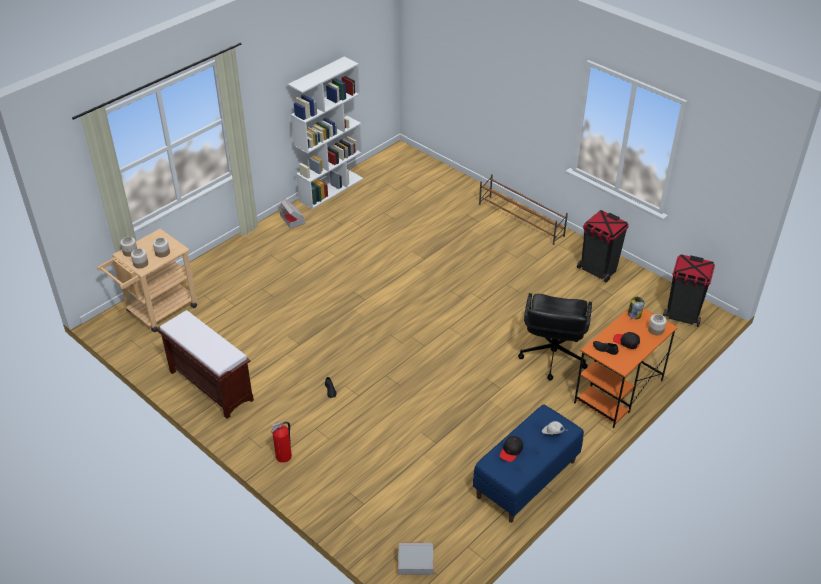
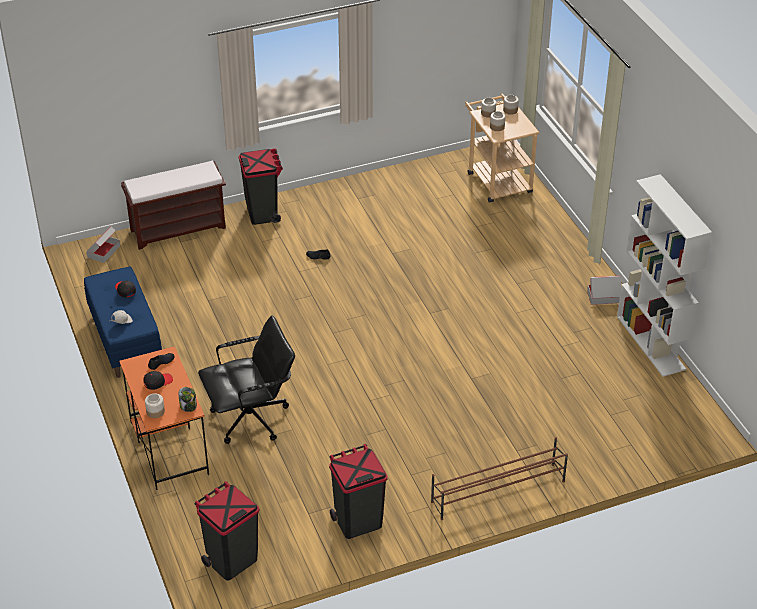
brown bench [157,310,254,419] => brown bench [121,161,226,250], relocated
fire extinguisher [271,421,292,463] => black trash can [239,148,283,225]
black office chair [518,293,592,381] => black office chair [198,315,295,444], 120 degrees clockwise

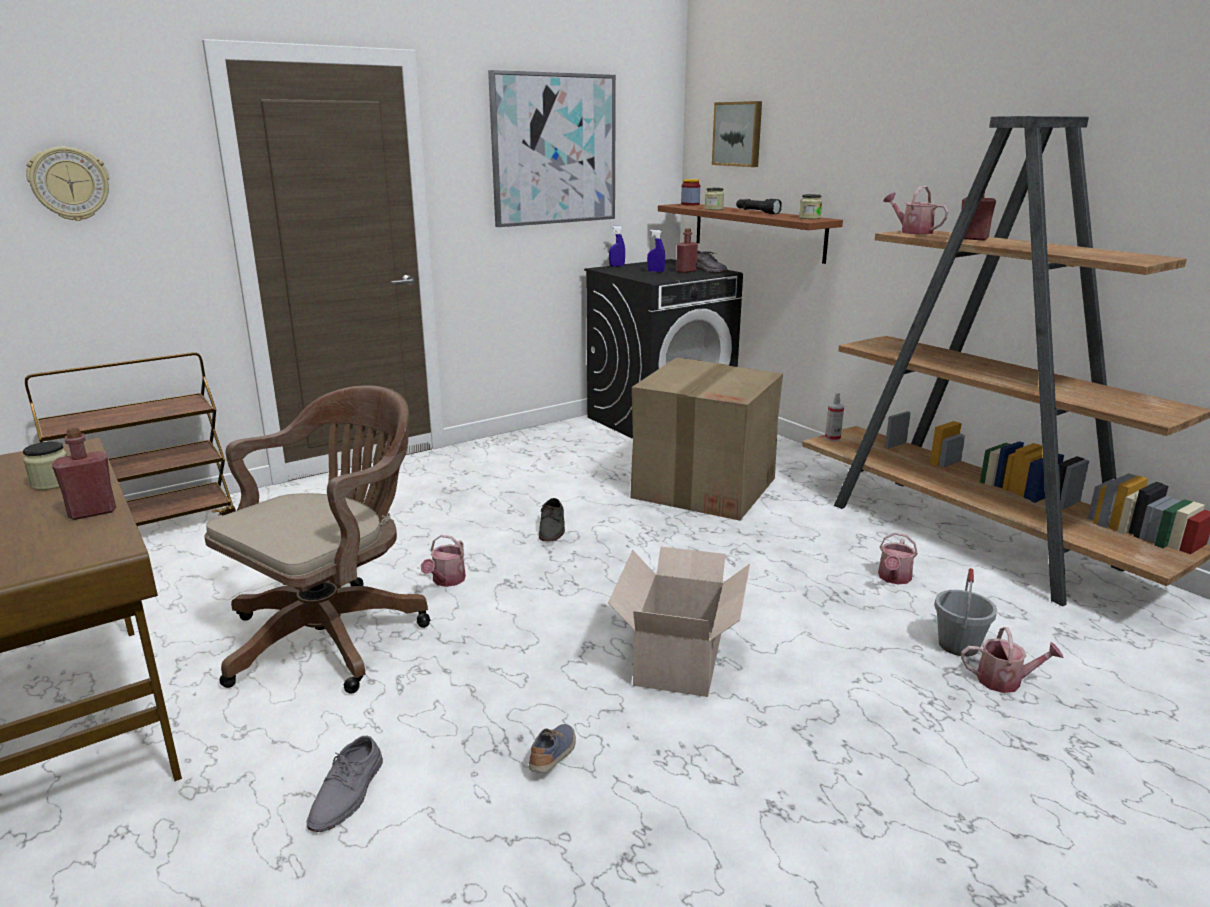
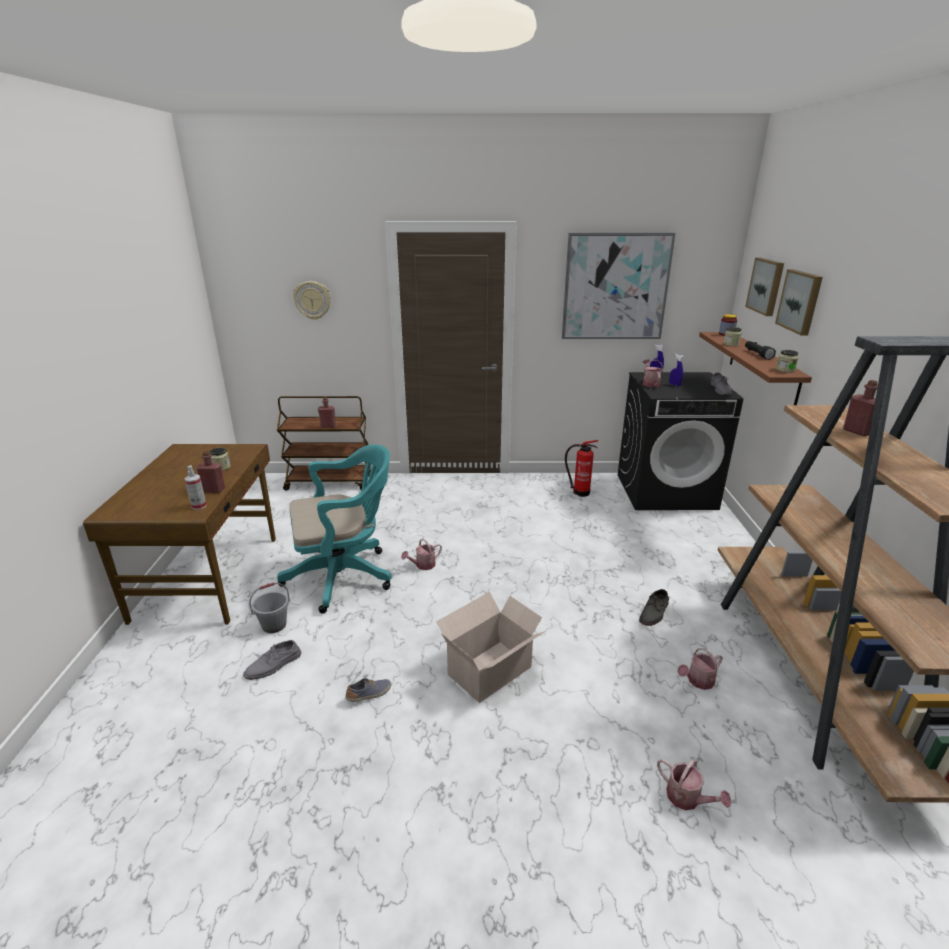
brown office chair [204,385,430,694] => turquoise office chair [277,444,392,613]
grey shoe [539,498,565,542] => grey shoe [639,589,669,626], relocated
cardboard box [630,357,783,521] => nothing
red bottle [676,228,698,273] => red bottle [318,397,336,428], relocated
spray bottle [825,392,844,441] => spray bottle [185,465,207,510], relocated
watering can [883,186,949,234] => watering can [643,359,663,387], relocated
grey bucket [934,568,997,657] => grey bucket [249,582,290,633], relocated
nothing => fire extinguisher [565,440,598,497]
nothing => picture [775,269,823,335]

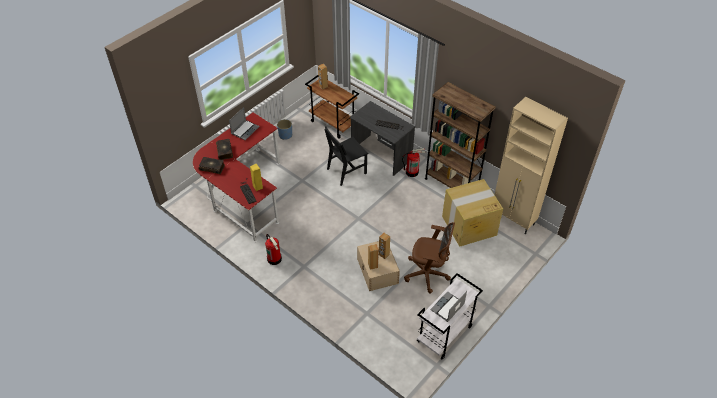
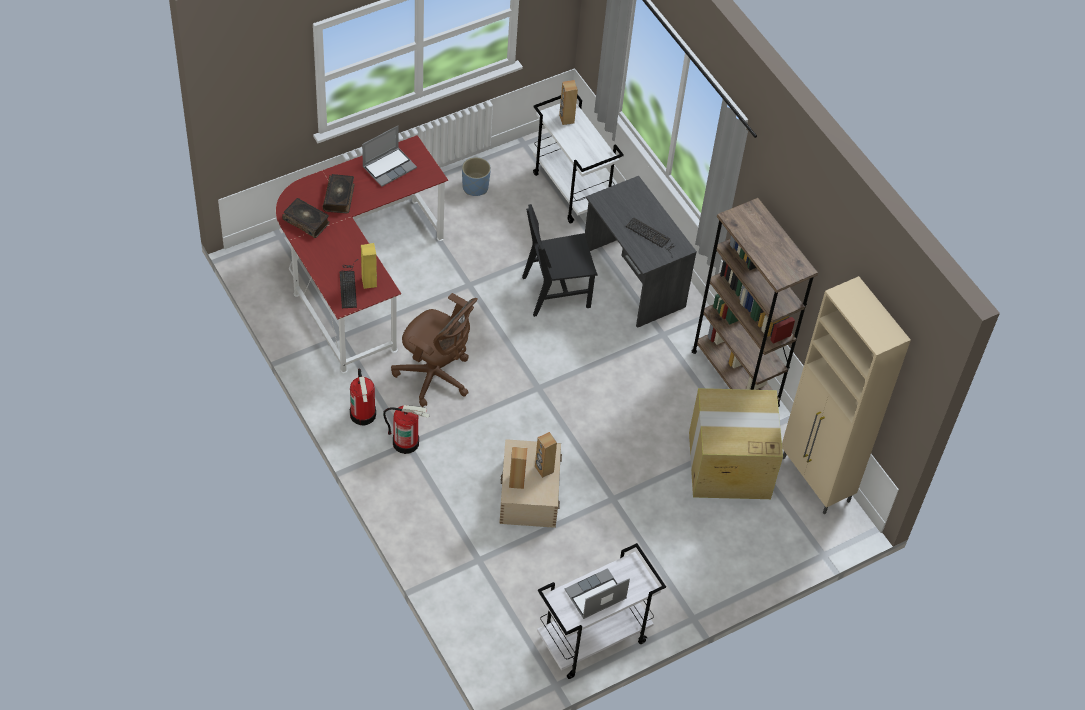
brown cart [305,75,359,139] => white cart [533,94,624,224]
fire extinguisher [402,148,426,177] => fire extinguisher [383,405,430,454], relocated
brown office chair [404,222,455,294] => brown office chair [391,293,478,407], relocated

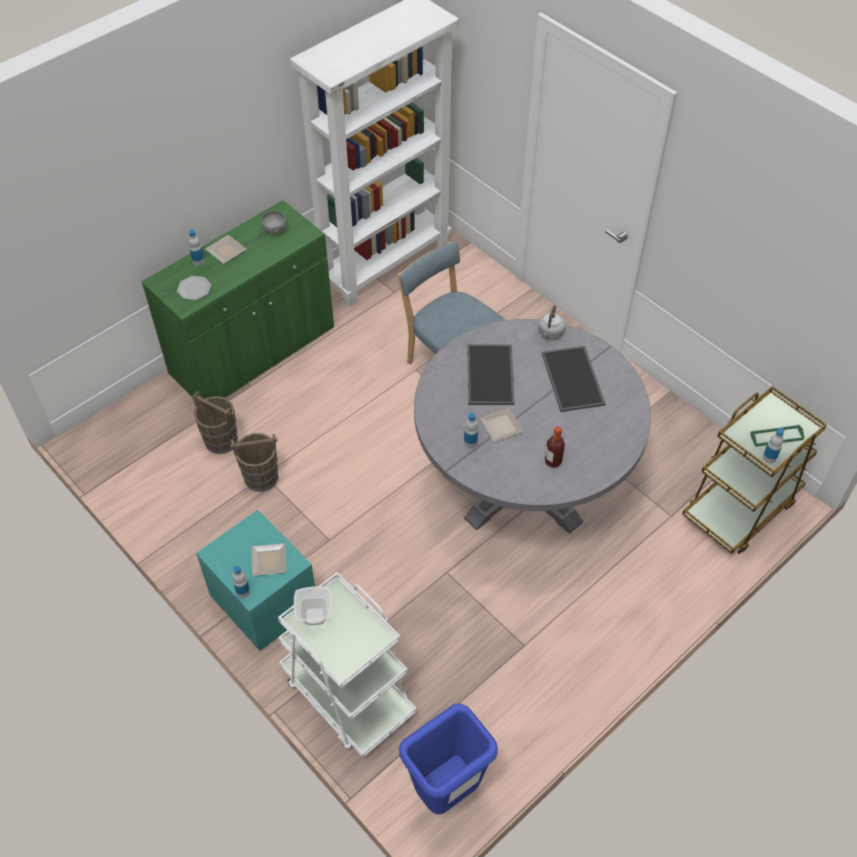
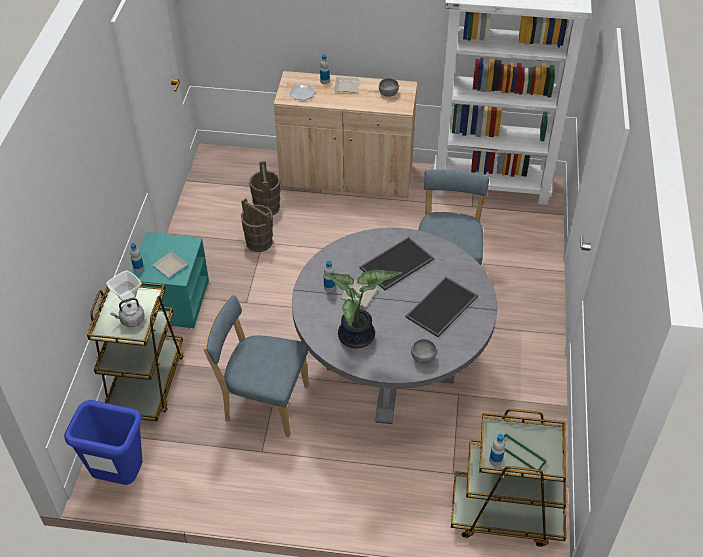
green cabinet [141,200,334,399] => beige cabinet [274,71,417,198]
white cart [278,572,417,758] => brown cart [87,279,184,421]
grey kettle [538,305,566,340] => grey kettle [110,298,145,327], relocated
bottle [545,426,565,468] => potted plant [327,270,402,348]
nothing => blue chair [203,295,309,437]
nothing => grey bowl [411,339,437,364]

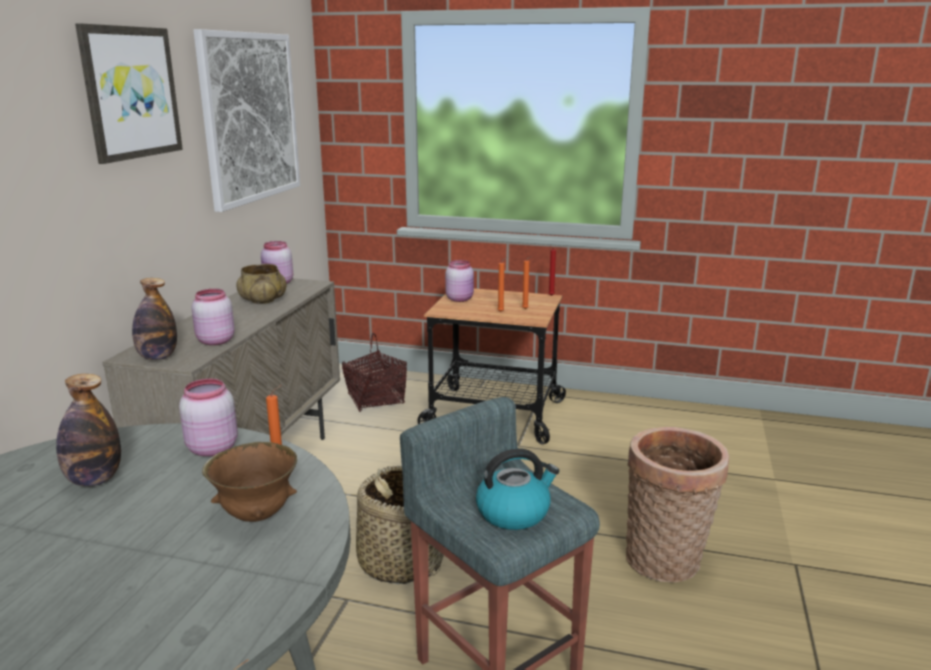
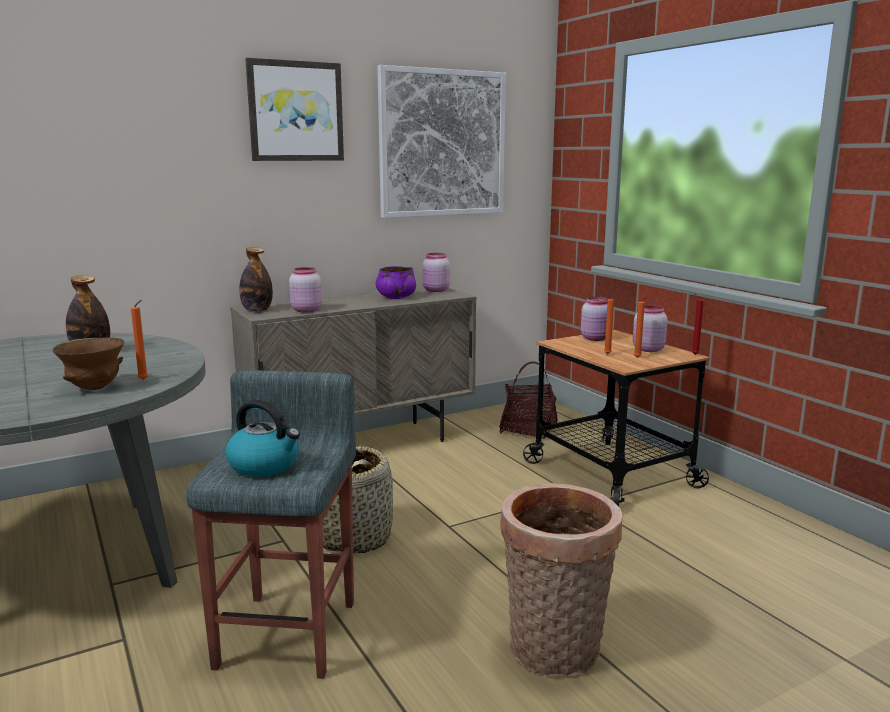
pink jar [179,379,238,456] => pink jar [633,305,668,352], relocated
beige bowl [236,264,287,304] => purple bowl [376,266,416,299]

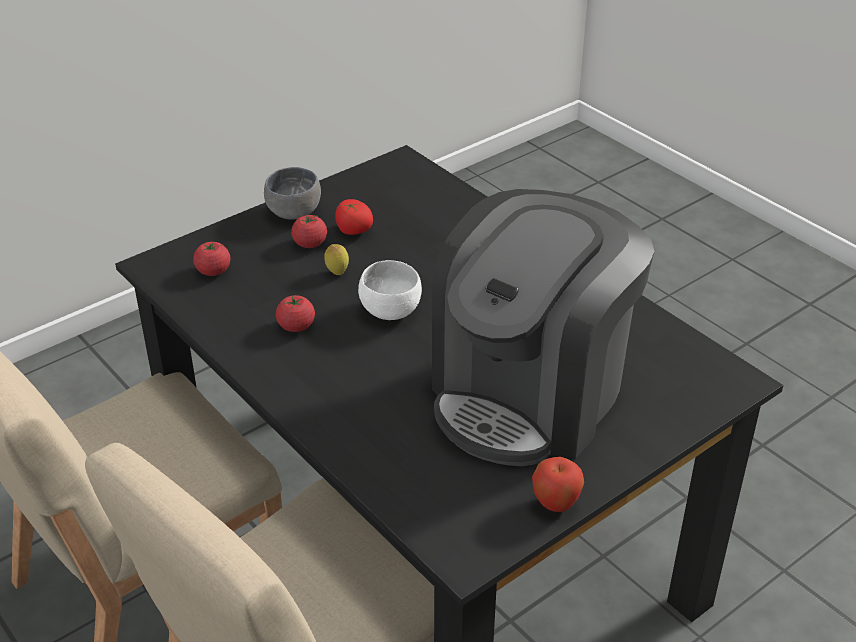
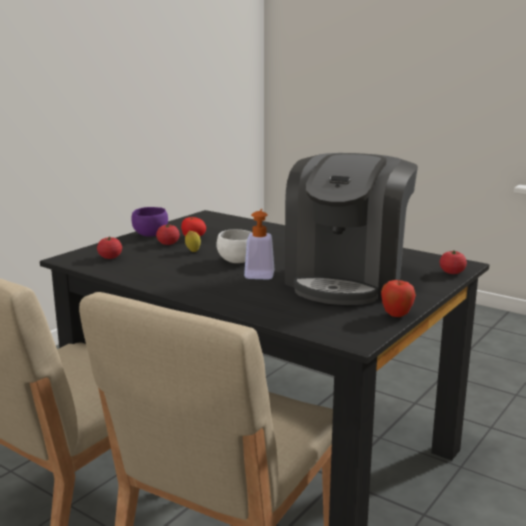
grey bowl [264,167,321,220] => purple bowl [131,207,168,237]
tomato [276,295,315,332] => tomato [440,250,467,274], relocated
nothing => soap dispenser [244,209,275,280]

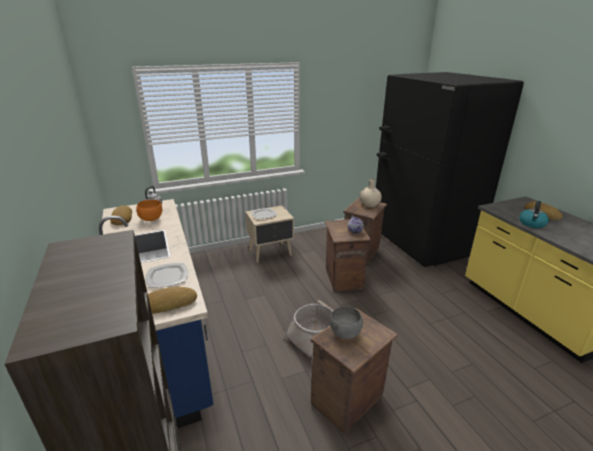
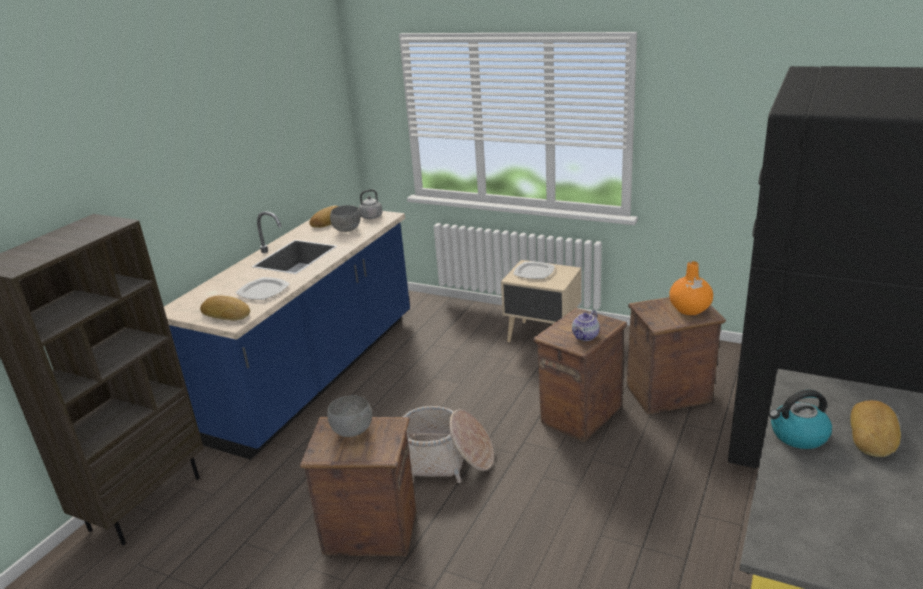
orange bowl [136,200,162,221] => grey bowl [330,205,361,232]
beige vase [359,179,382,207] => orange vase [669,261,713,315]

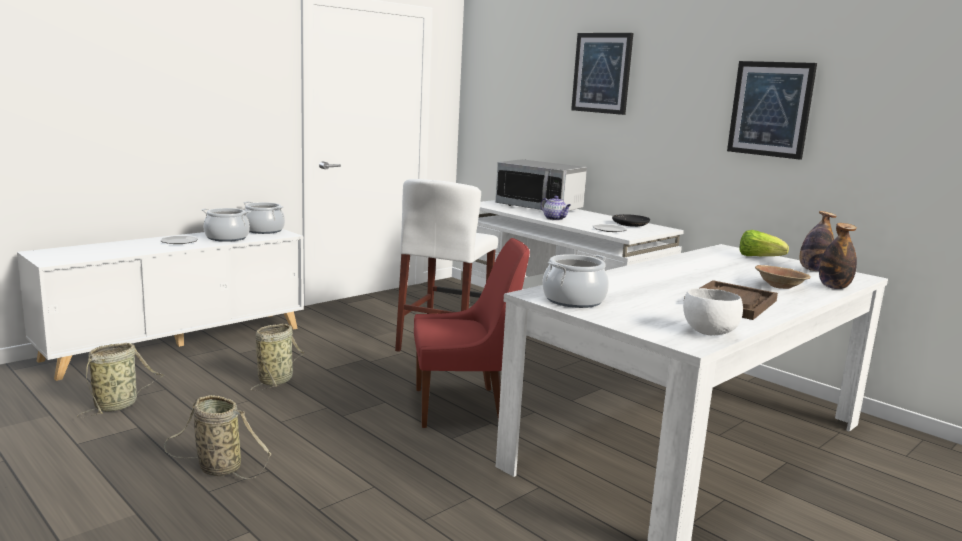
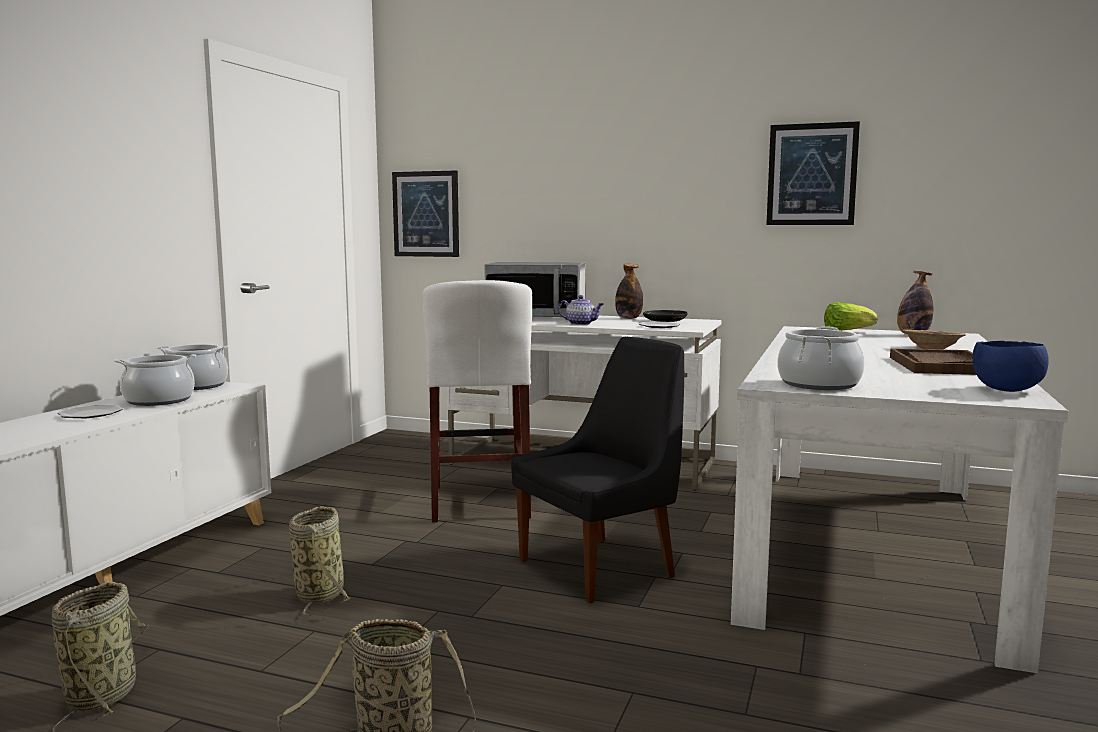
red chair [414,238,530,428] => black chair [511,337,684,603]
picture [571,33,633,115] => picture [392,171,459,257], relocated
white bowl [683,288,743,335] => blue bowl [973,341,1049,392]
bottle [819,223,857,289] => bottle [615,264,643,319], relocated

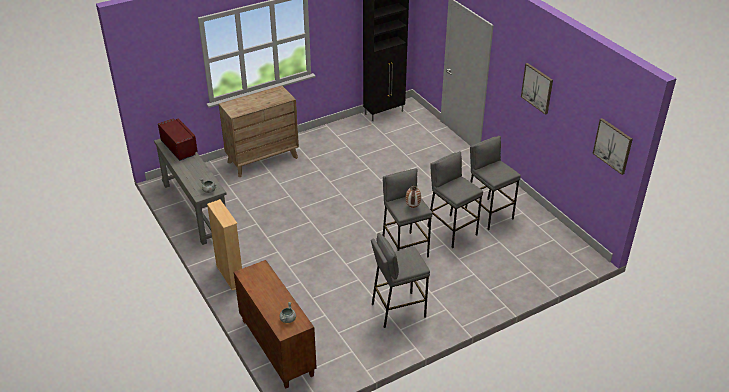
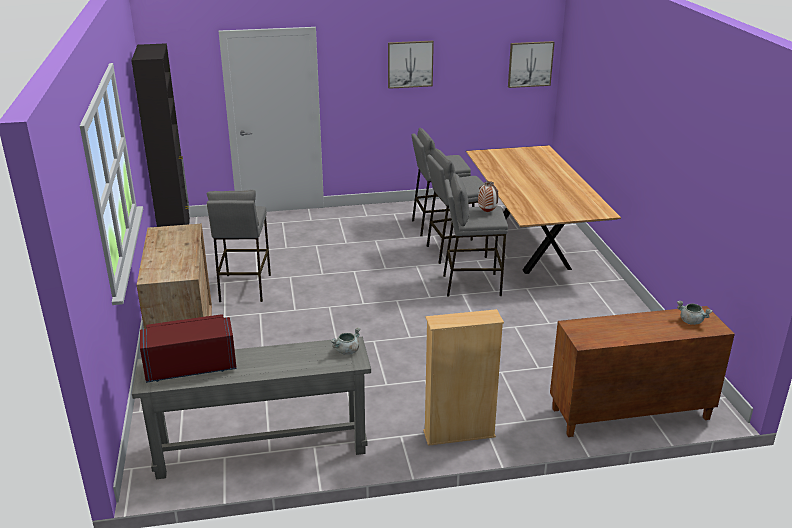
grey stool [371,233,430,328] => grey stool [207,190,271,302], relocated
nothing => brown dining table [466,145,621,274]

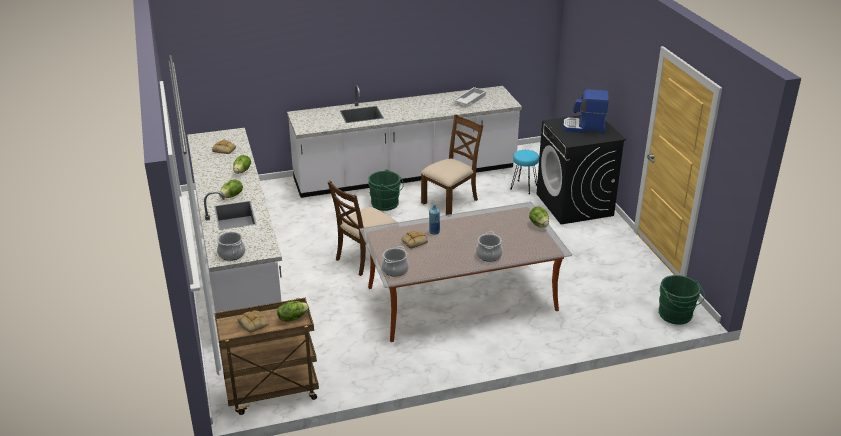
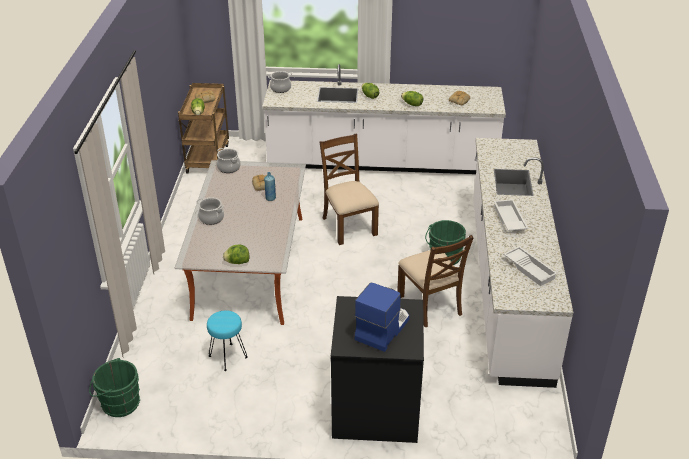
turquoise stool [511,150,539,194] => turquoise stool [207,311,248,371], relocated
nothing => white tray [494,199,528,231]

